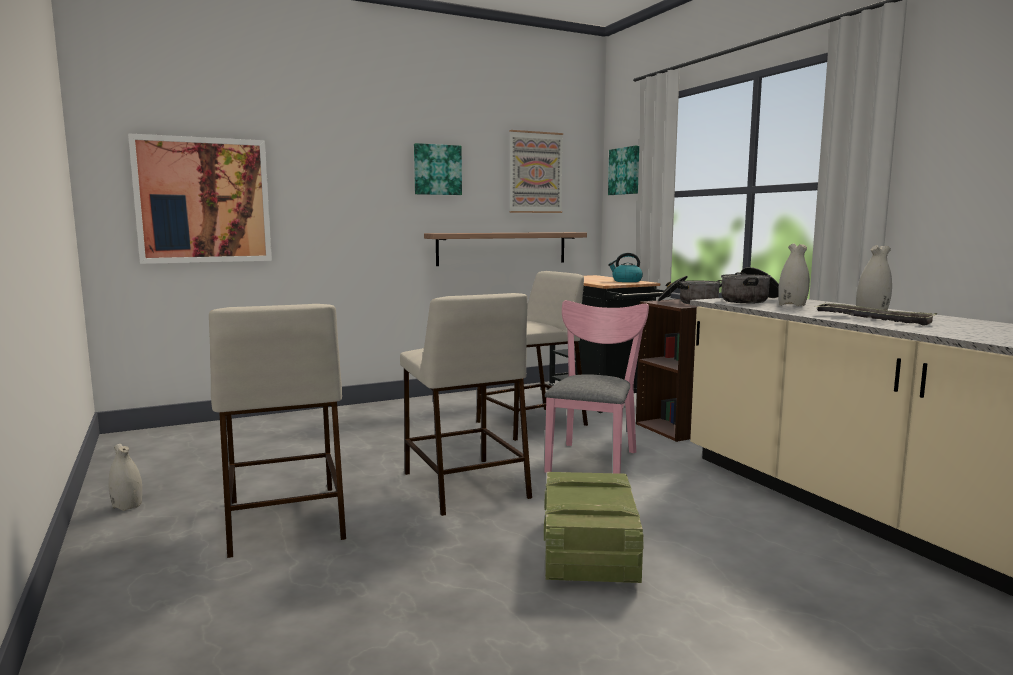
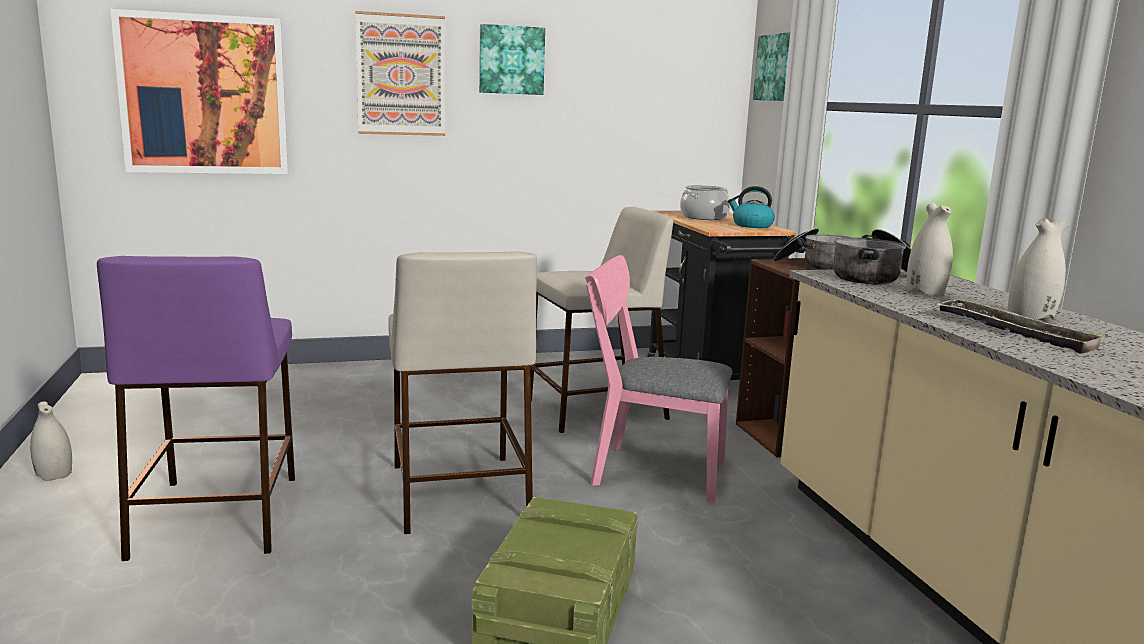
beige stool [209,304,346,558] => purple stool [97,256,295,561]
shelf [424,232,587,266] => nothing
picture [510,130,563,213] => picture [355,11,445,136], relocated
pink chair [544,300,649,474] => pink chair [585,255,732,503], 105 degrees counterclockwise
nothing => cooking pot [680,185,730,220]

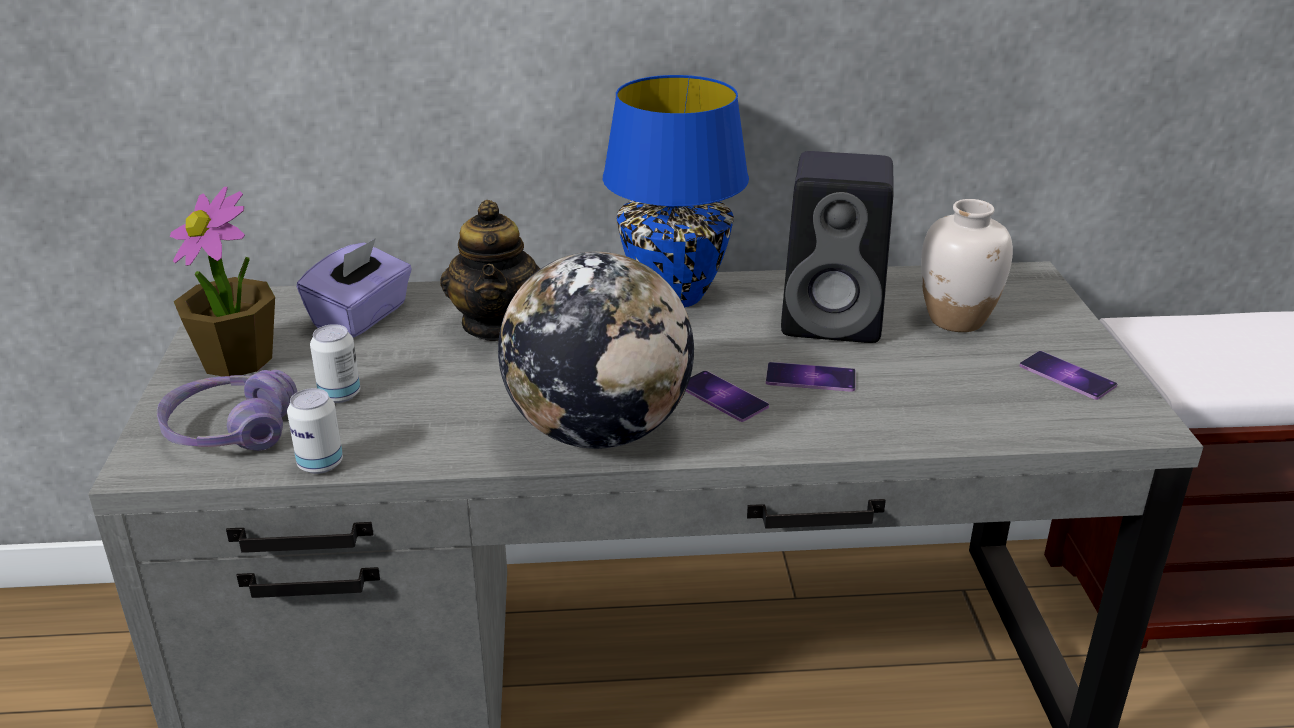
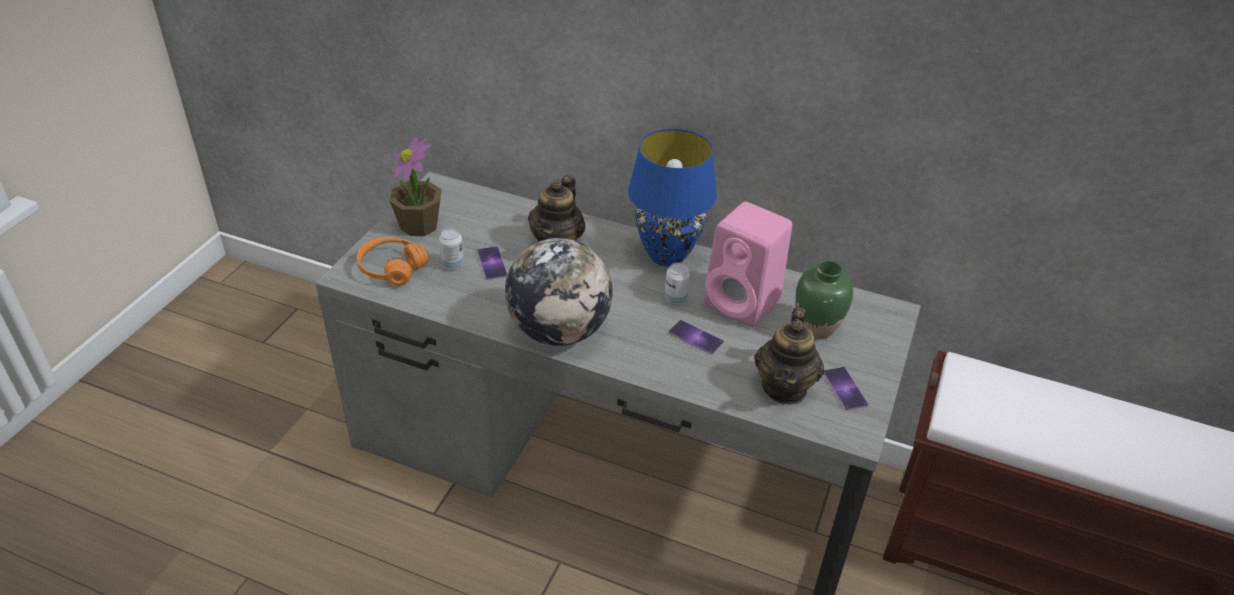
purple headphones [157,370,297,451] => orange headphones [357,237,428,286]
can [287,388,343,474] => can [665,263,690,305], relocated
purple tissue box [297,238,412,338] => nothing
phone [685,371,769,422] => phone [477,246,508,280], relocated
black speaker [781,151,894,343] => pink speaker [704,202,792,327]
white vase [921,199,1013,332] => green vase [795,260,853,339]
nothing => teapot [754,307,825,405]

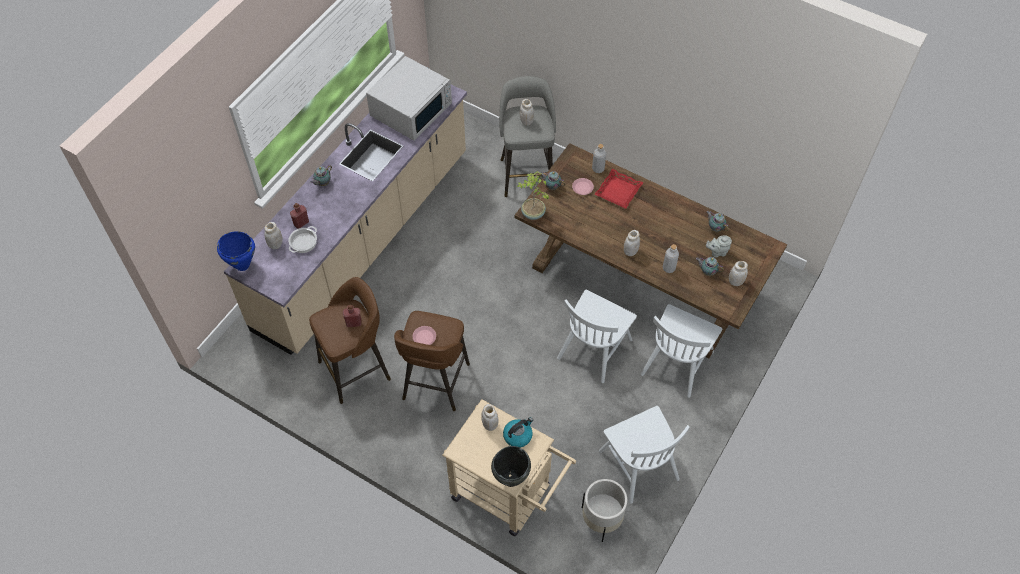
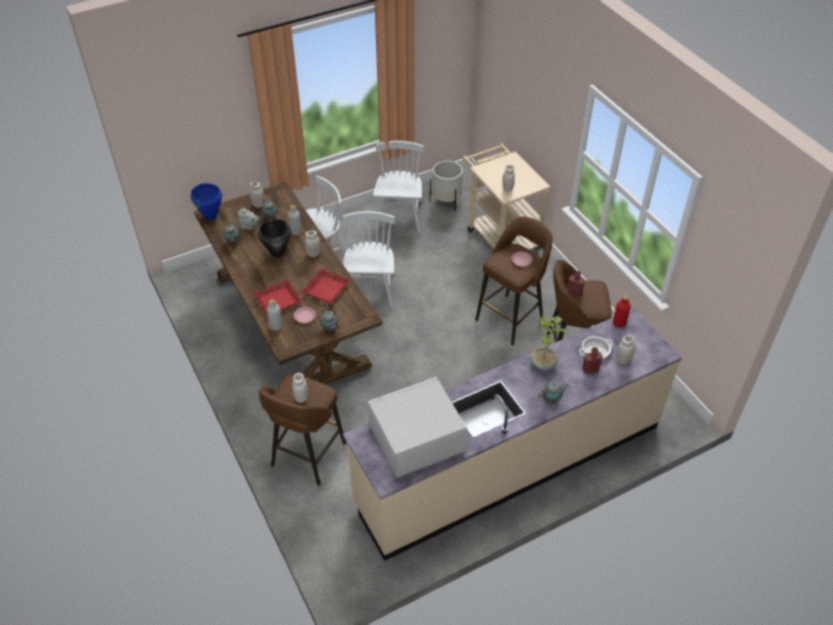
blue cooking pot [217,231,255,271] => blue cooking pot [191,183,222,220], relocated
black cooking pot [491,446,531,487] => black cooking pot [258,219,291,257], relocated
grey stool [499,76,556,197] => brown stool [258,374,346,486]
kettle [503,417,533,448] => nothing
potted plant [517,171,549,220] => potted plant [531,314,568,370], relocated
white chair [557,290,637,383] => white chair [343,211,395,309], 60 degrees counterclockwise
nothing => red tray [302,269,350,304]
nothing => red bottle [613,295,631,328]

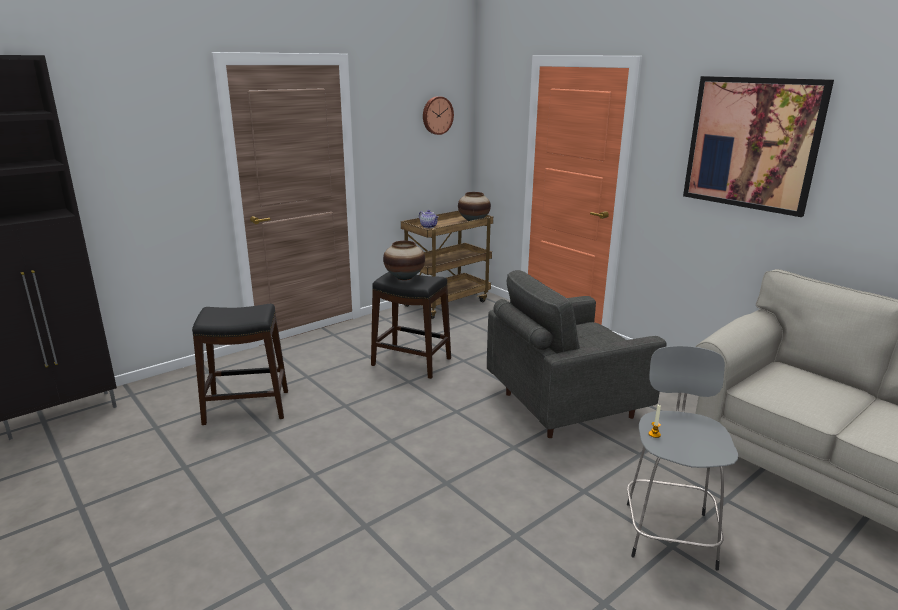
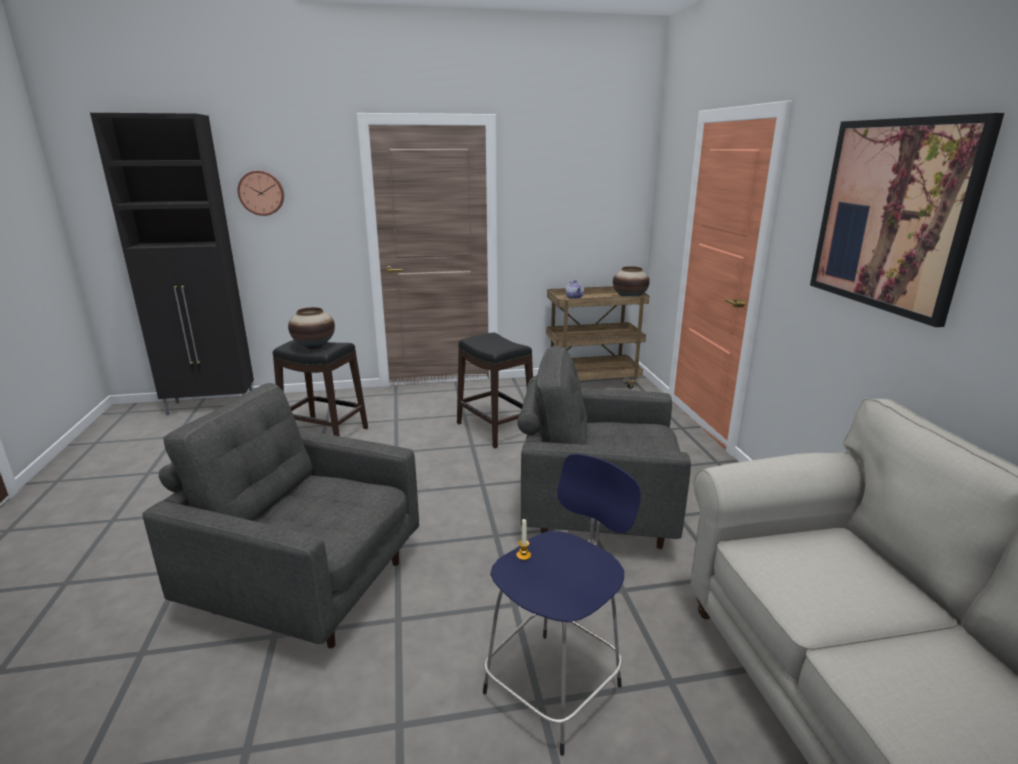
vase [383,241,425,280] => vase [288,307,335,349], relocated
wall clock [423,96,454,135] => wall clock [238,171,284,216], relocated
grey stool [627,346,738,571] => blue stool [483,454,641,756]
nothing => grey armchair [142,383,419,648]

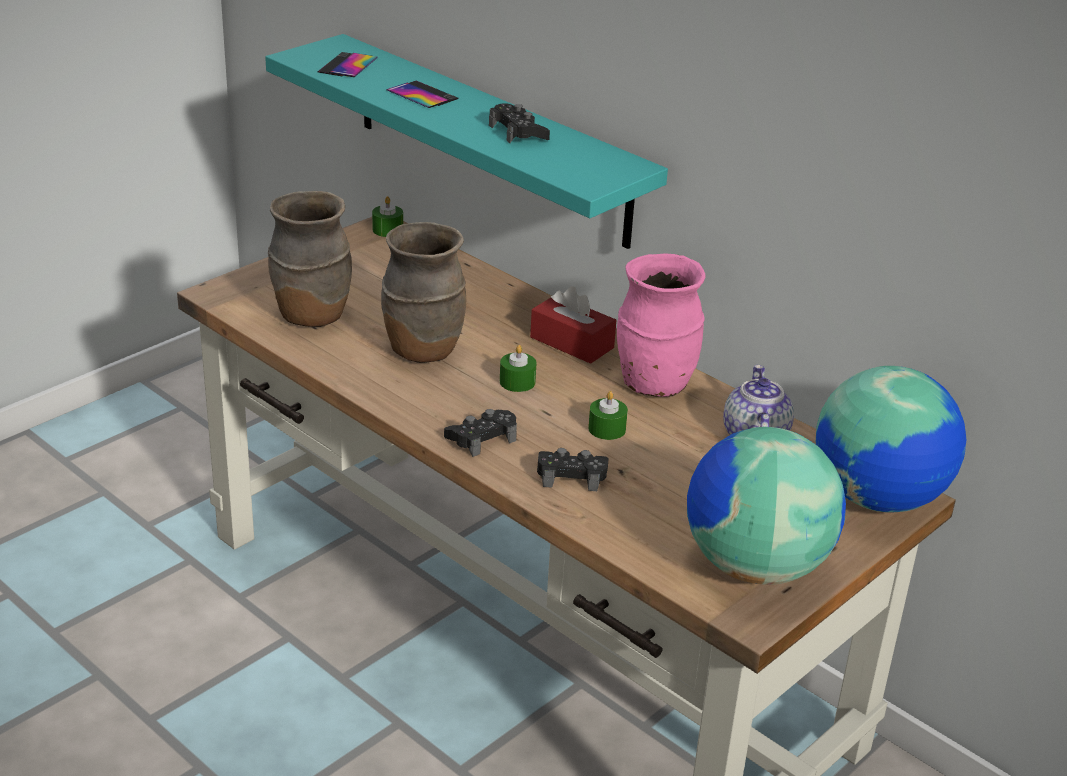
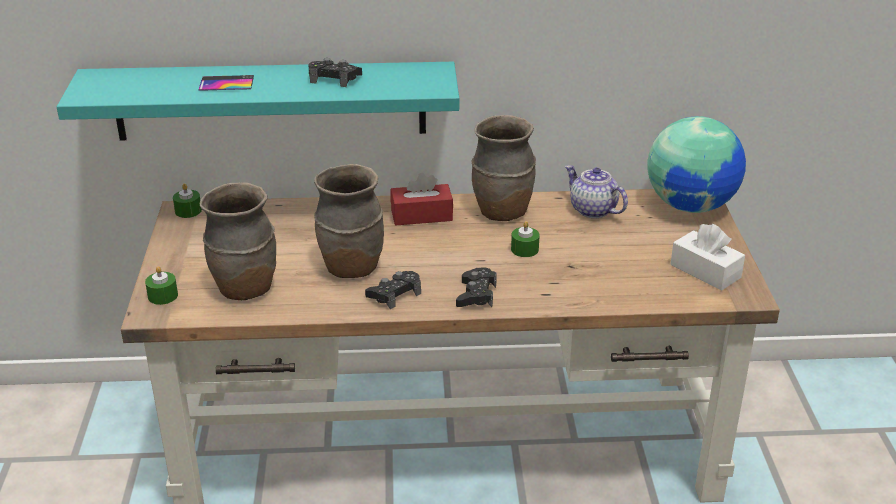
phone [318,52,378,77] => nothing
green candle [500,345,537,392] => green candle [145,266,178,305], relocated
black game controller [537,448,609,491] => black game controller [365,271,421,309], relocated
pink vase [617,253,705,397] => brown vase [471,115,536,221]
globe [687,427,846,585] => white tissue box [671,224,745,291]

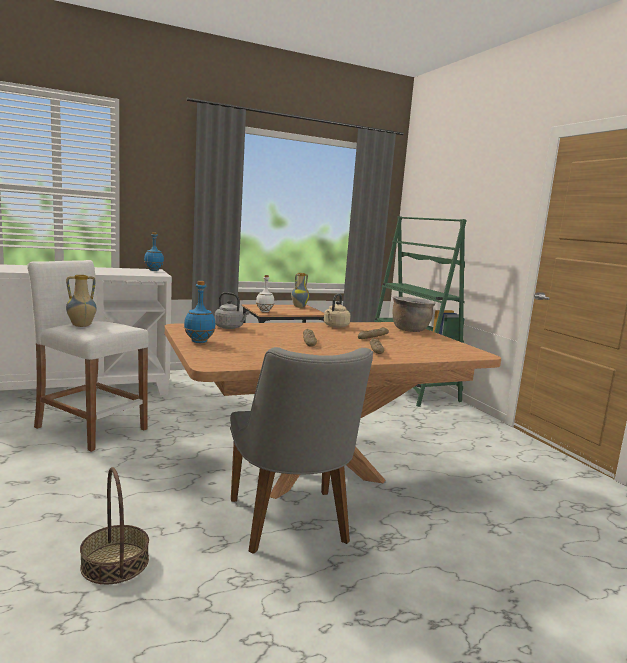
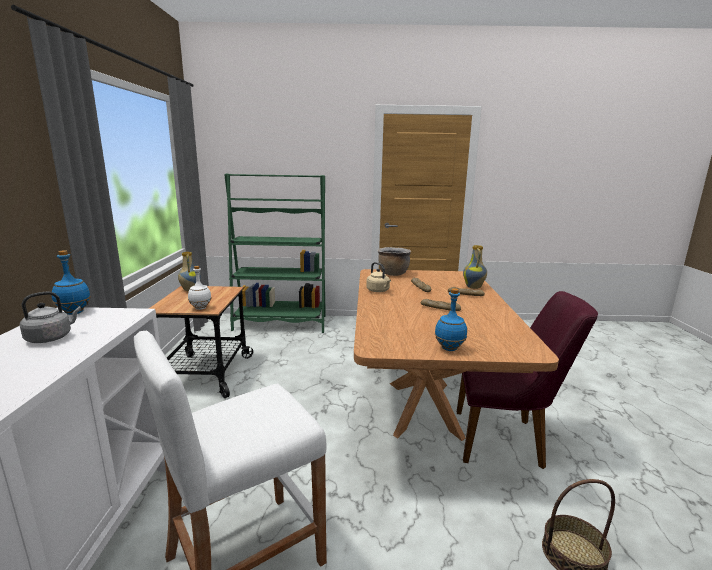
vase [66,275,97,327] => vase [463,245,487,289], relocated
grey kettle [215,292,250,329] => grey kettle [20,291,81,343], relocated
grey chair [230,347,373,554] => purple chair [457,291,598,469]

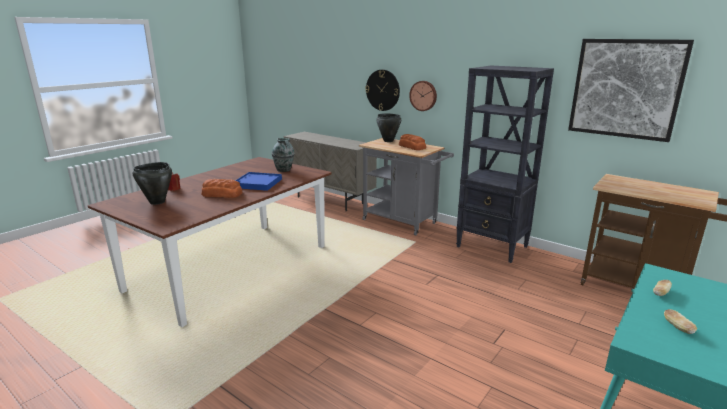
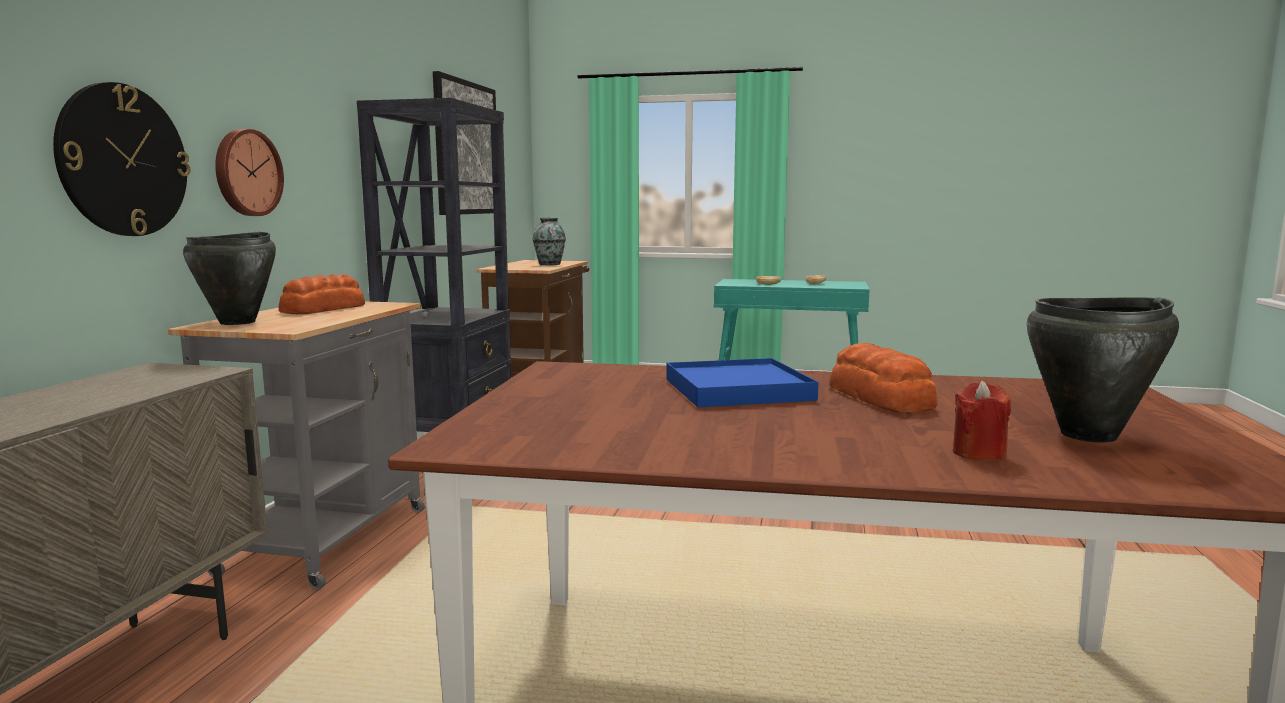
vase [272,138,295,172] => vase [532,218,566,266], relocated

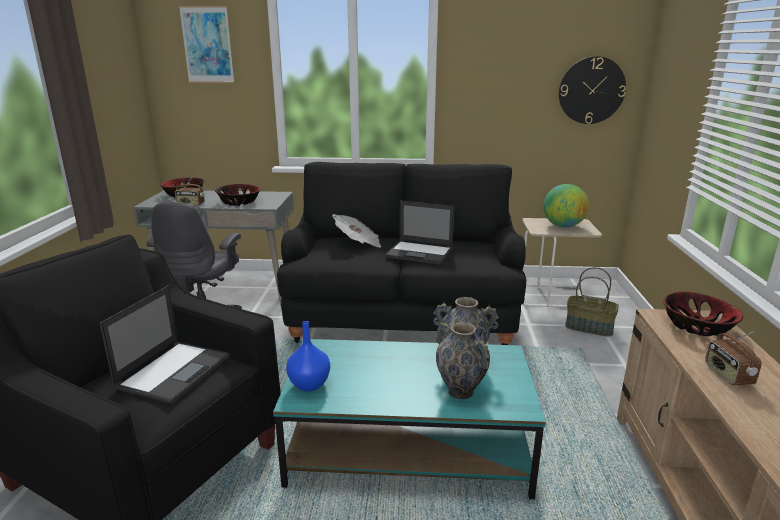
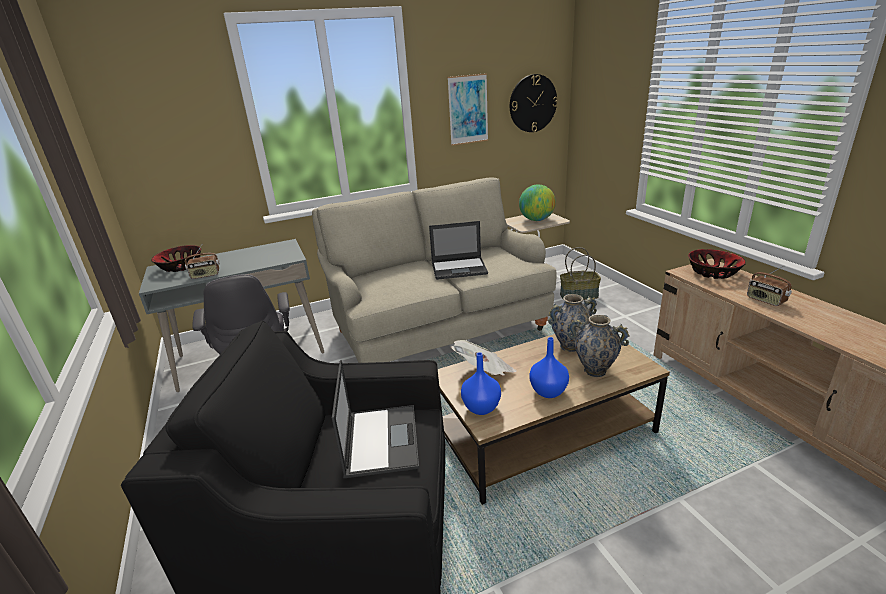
picture [179,6,234,83] => picture [447,73,488,146], relocated
bowl [215,184,260,206] => nothing
turquoise coffee table [273,339,546,499] => brown coffee table [438,334,670,505]
black sofa [277,162,526,345] => beige sofa [312,178,557,363]
newspaper [332,214,381,248] => newspaper [451,340,517,375], relocated
nothing => blue vase [529,337,569,398]

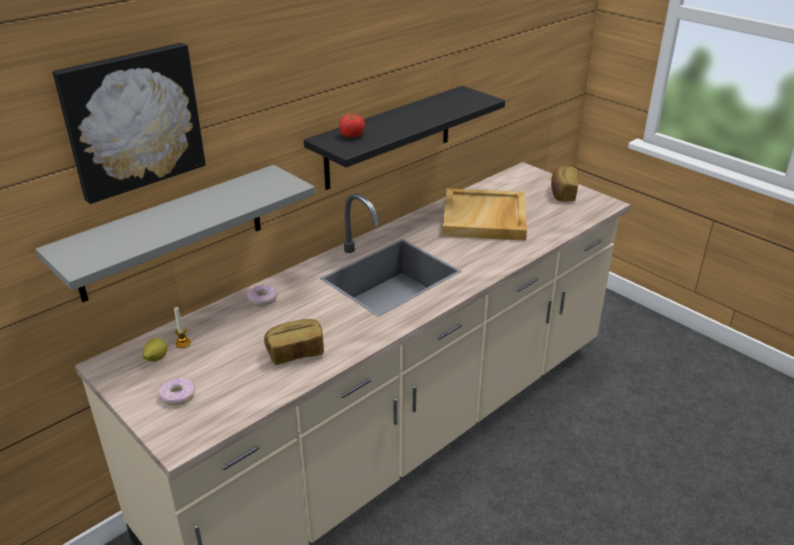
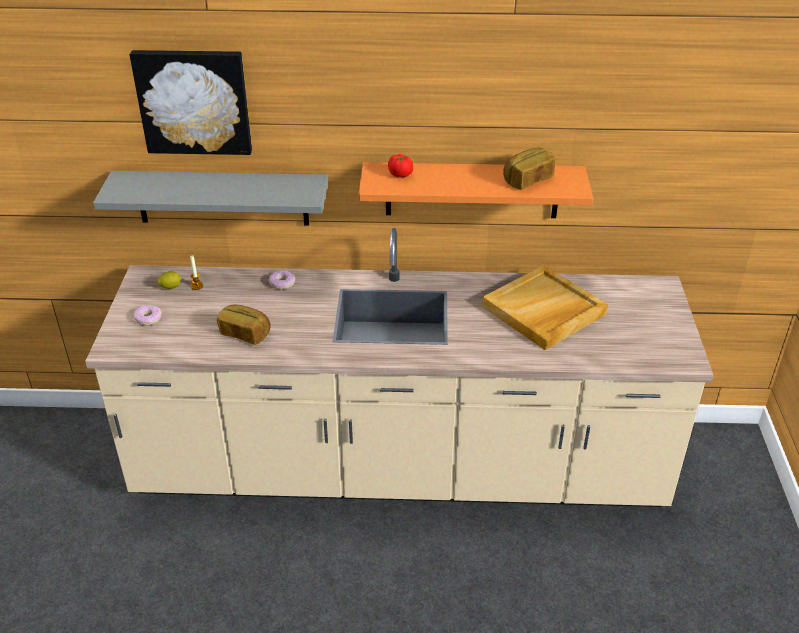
black shelf [304,86,505,190] => orange shelf [359,162,593,218]
bread [551,166,578,202] => bread [503,148,556,190], relocated

